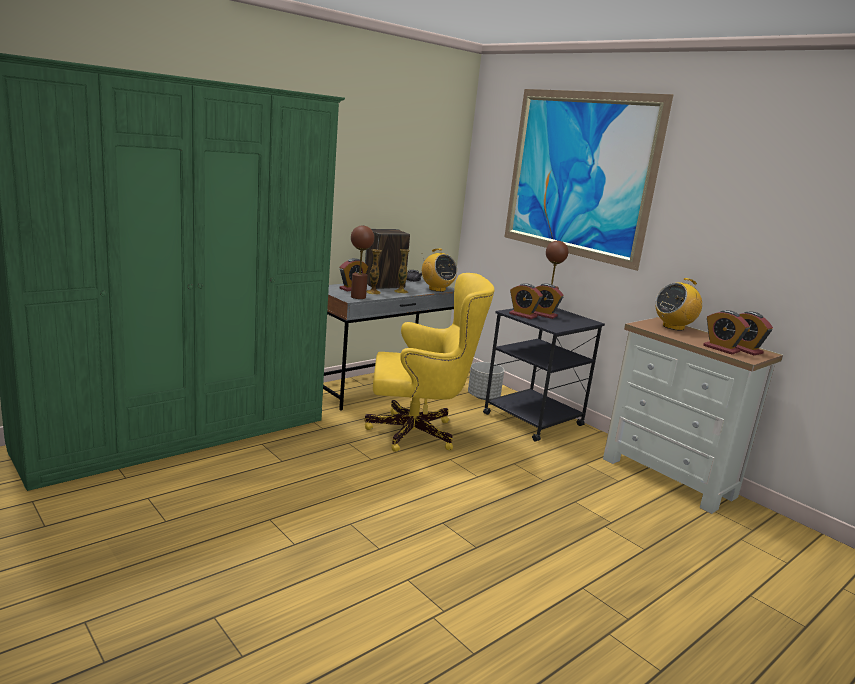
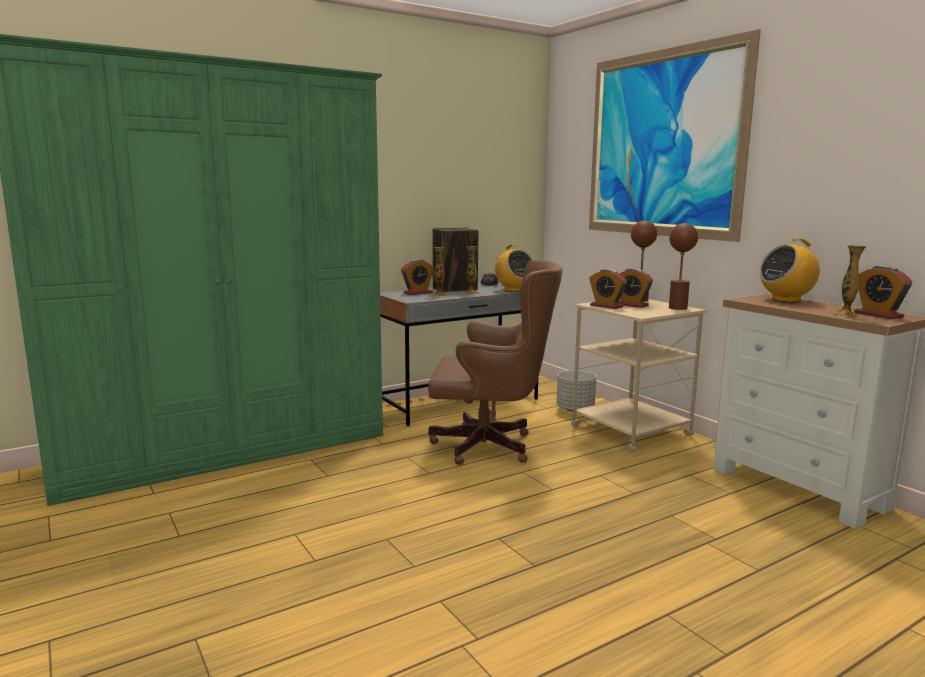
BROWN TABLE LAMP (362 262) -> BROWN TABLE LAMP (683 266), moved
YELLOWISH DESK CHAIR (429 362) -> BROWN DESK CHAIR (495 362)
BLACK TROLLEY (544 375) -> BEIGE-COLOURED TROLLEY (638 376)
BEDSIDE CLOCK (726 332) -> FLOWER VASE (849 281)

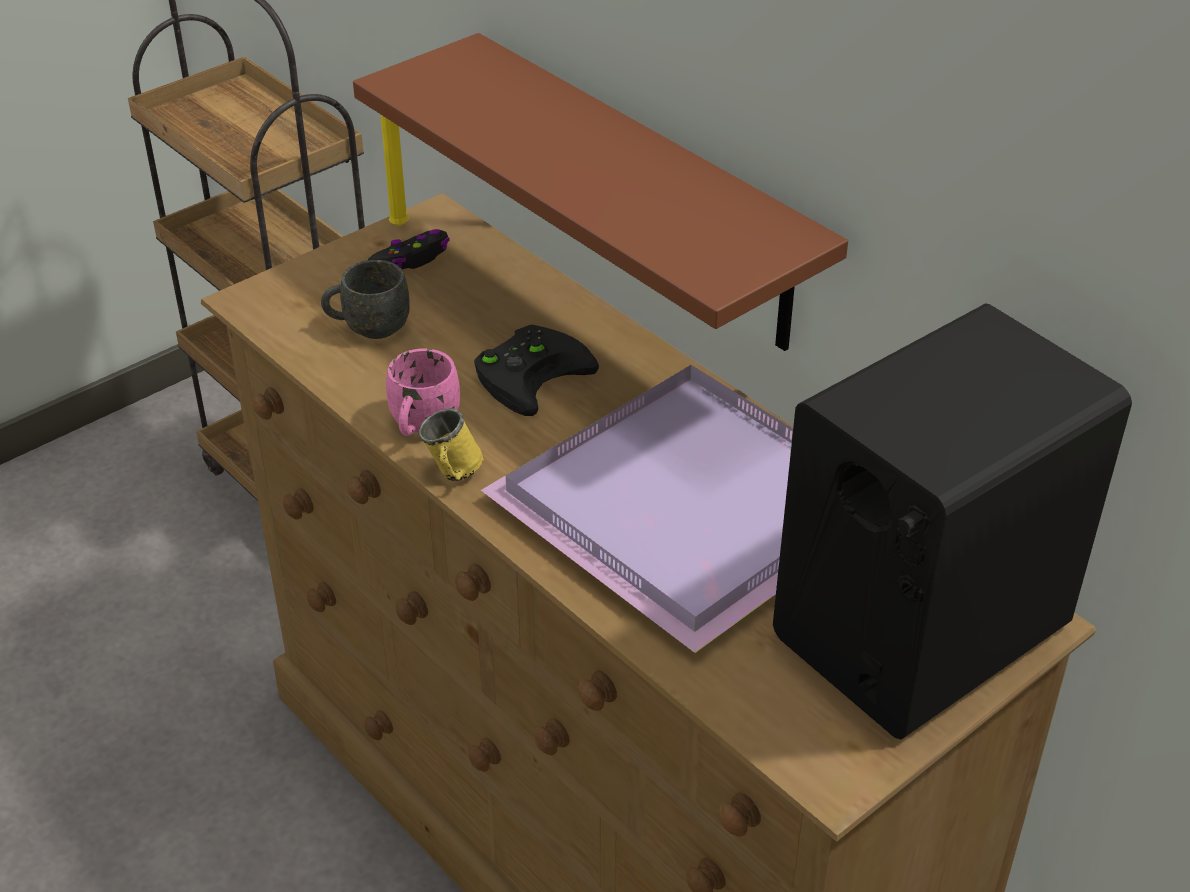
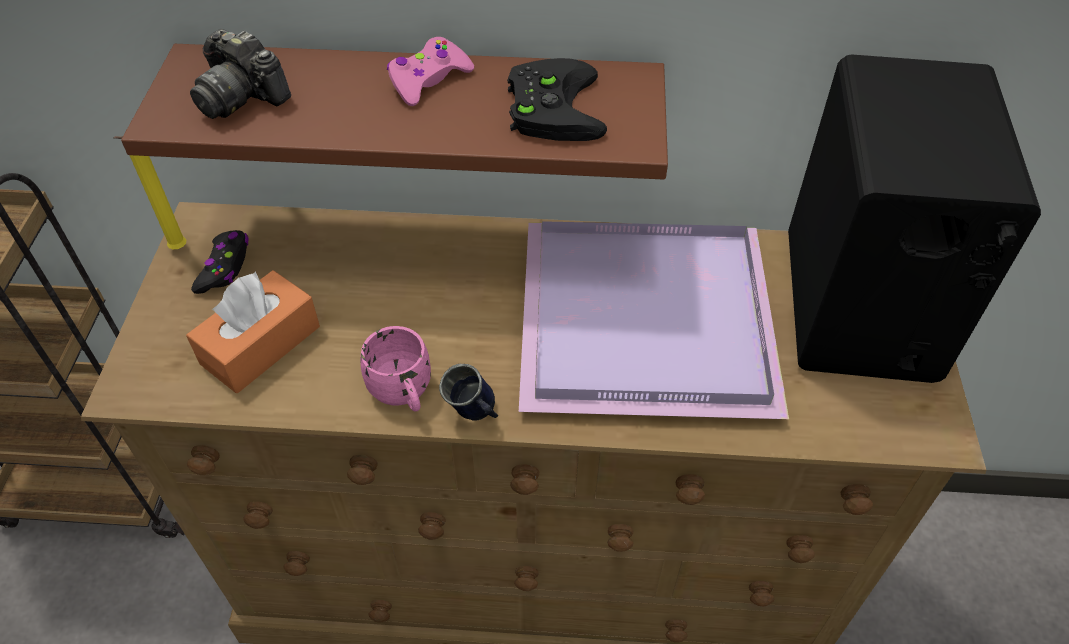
GREY MUG (365 299) -> ORANGE TISSUE BOX (253 331)
BLACK JOYPAD (536 370) -> BLACK JOYPAD (557 99), moved
YELLOWISH MUG (451 444) -> BLUE-COLOURED MUG (468 392)
none -> STILL CAMERA (240 74)
none -> PINKISH JOYPAD (430 71)

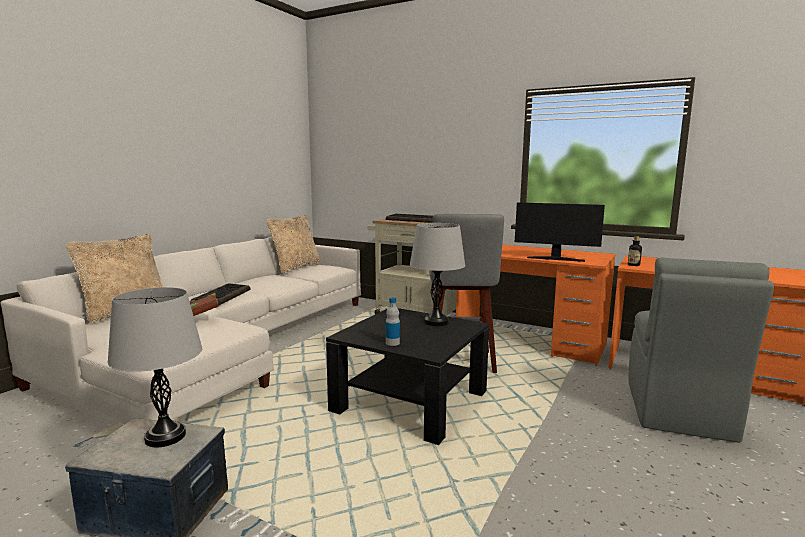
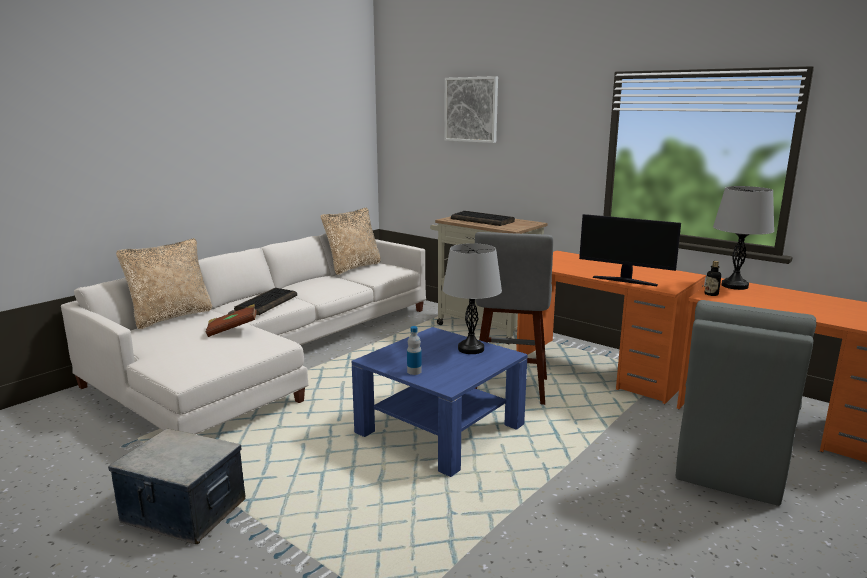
GREY TABLE LAMP (155 367) -> GREY TABLE LAMP (743 238), moved
BLACK COFFEE TABLE (407 376) -> BLUE-COLOURED COFFEE TABLE (440 402)
none -> WALL ART (471 109)

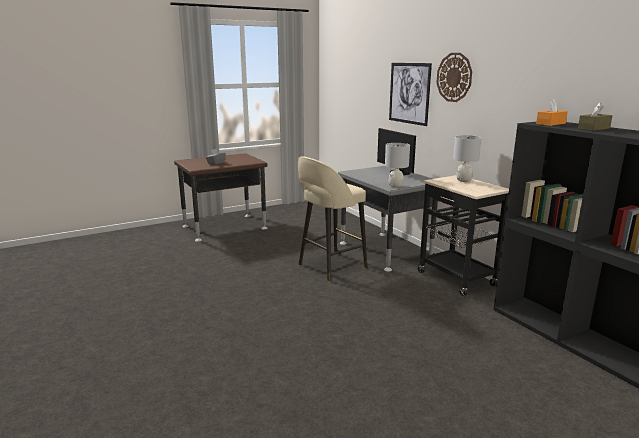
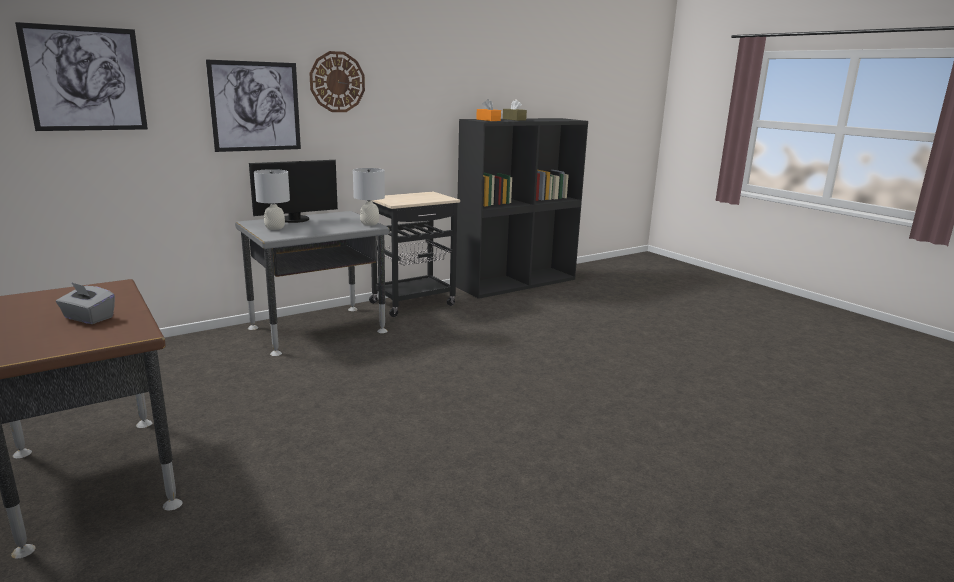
GREY TABLE LAMP (467 158) -> GREY TABLE LAMP (272 199), moved
BEIGE-COLOURED STOOL (333 219) -> none
none -> WALL ART (81 76)

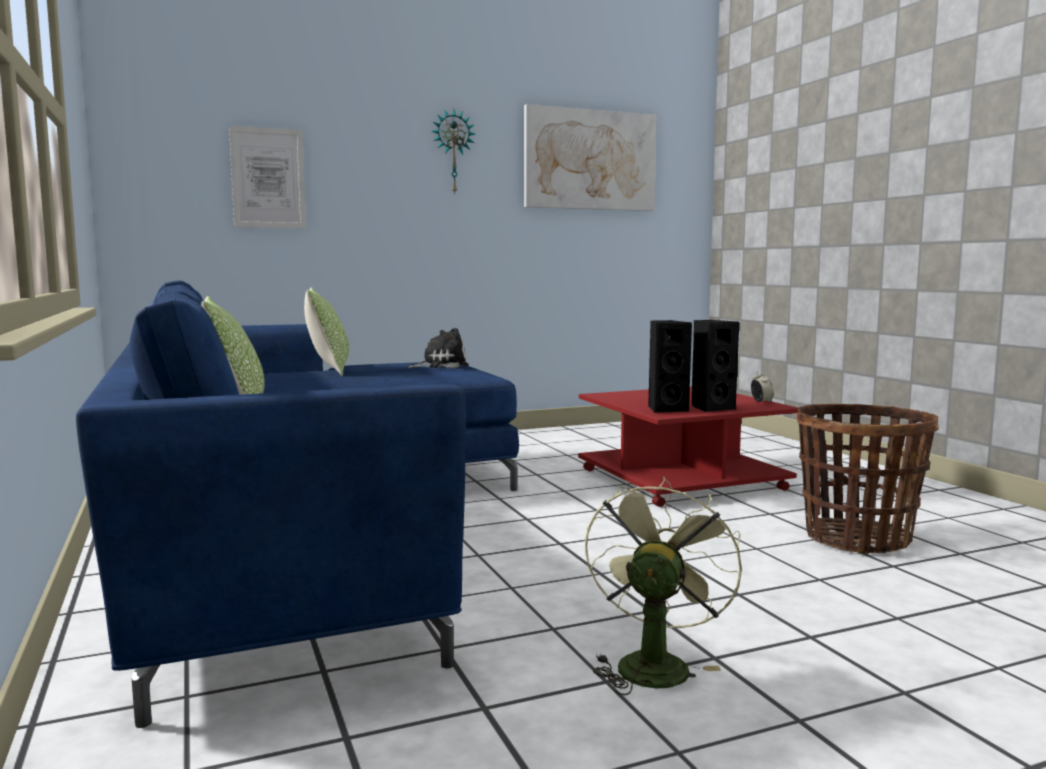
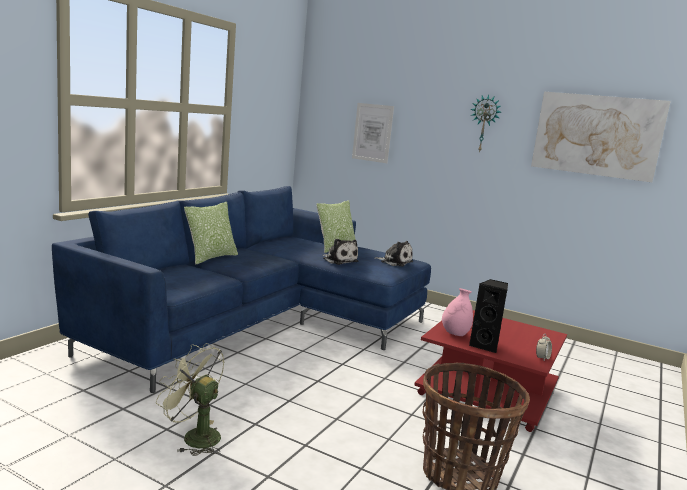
BLACK SPEAKER (670 366) -> PINKISH FLOWER VASE (457 312)
GREENISH FAN (663 586) -> GREENISH FAN (190 399), 135 degrees counterclockwise
none -> PLUSH TOY (340 252)

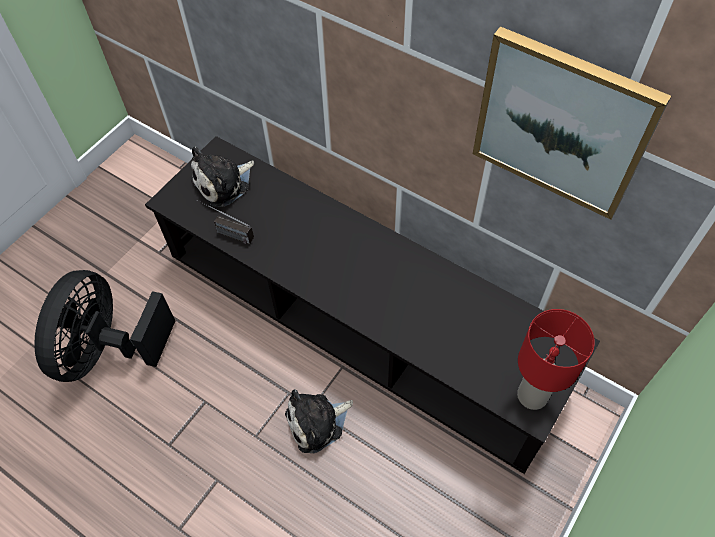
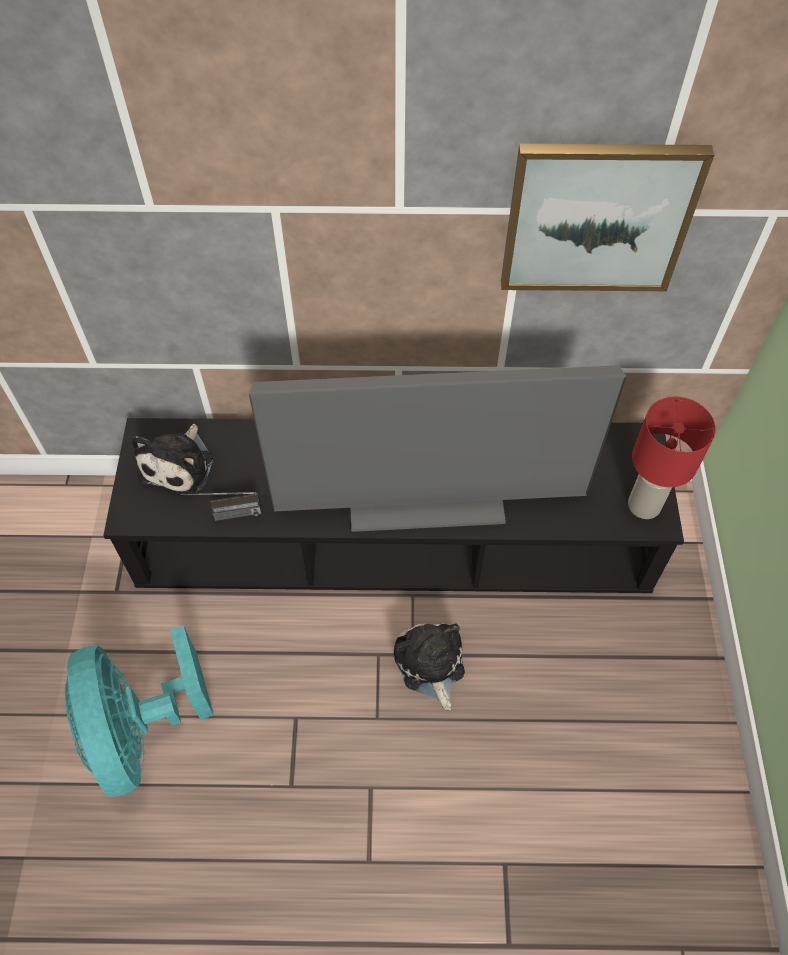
BLACK FAN (104 326) -> TURQUOISE-COLOURED FAN (139 711)
PLUSH TOY (319 421) -> PLUSH TOY (429 666), 135 degrees clockwise
none -> TV SET (438 448)

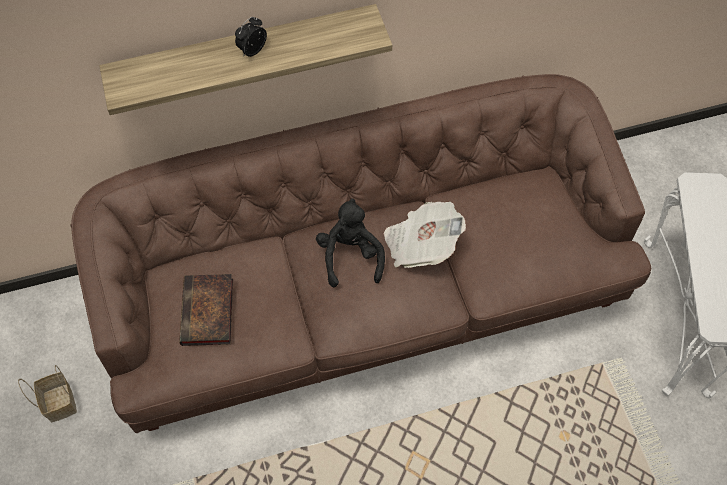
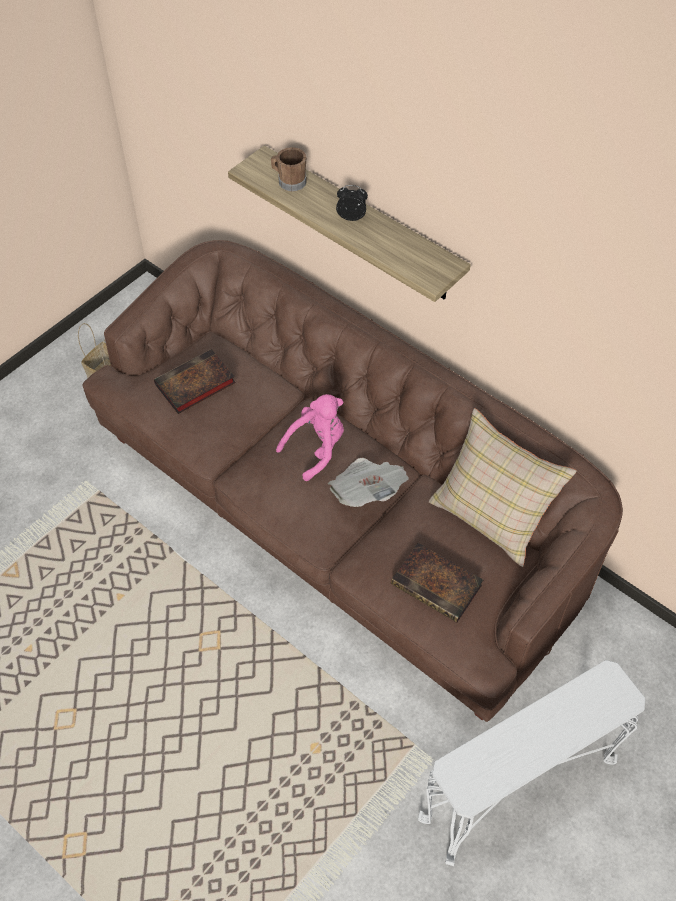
BLACK PLUSH TOY (350 242) -> PINKISH PLUSH TOY (310 437)
none -> BROWN MUG (289 169)
none -> BEIGE-COLOURED PILLOW (503 487)
none -> BOOK (437 582)

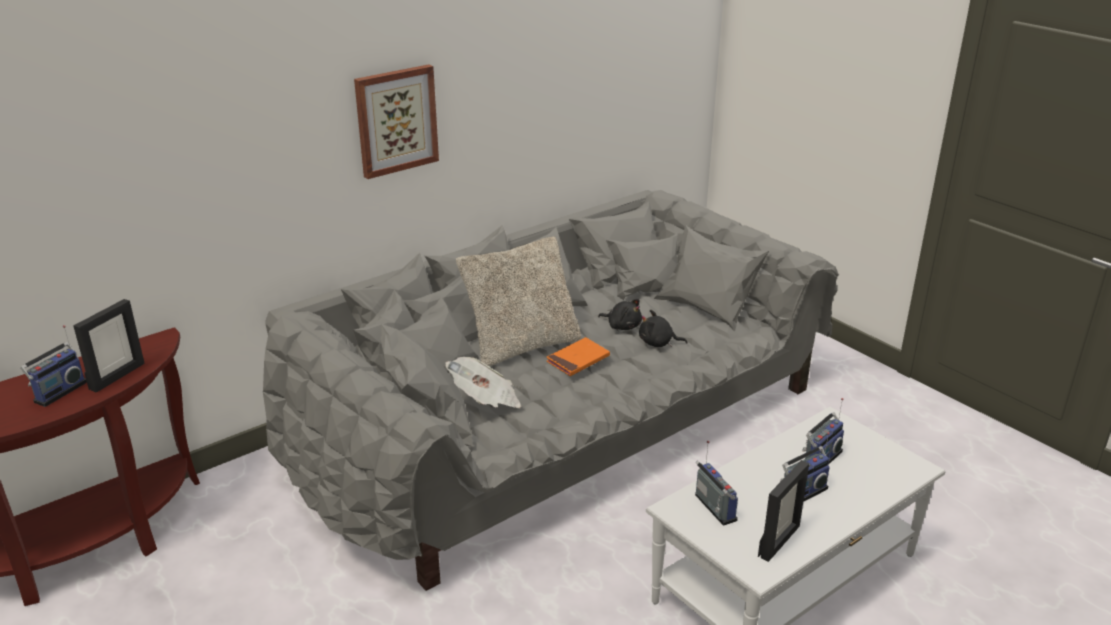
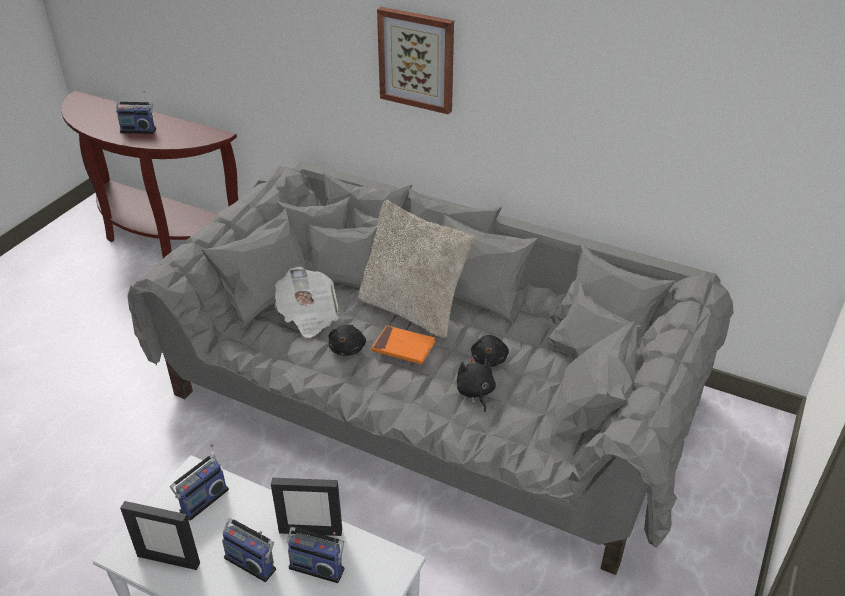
STANDING FRAME (109 346) -> STANDING FRAME (306 507), moved
none -> BLACK PLUSH TOY (347 340)

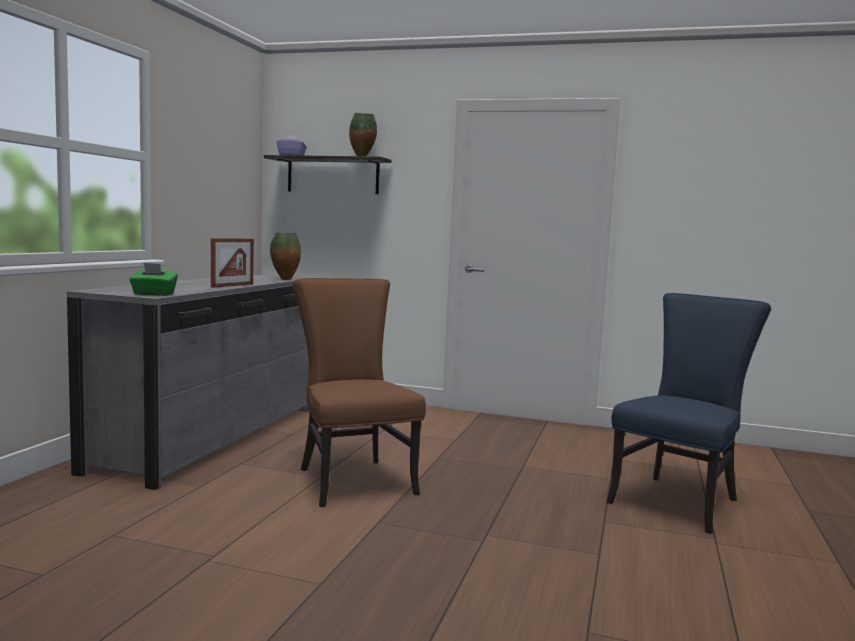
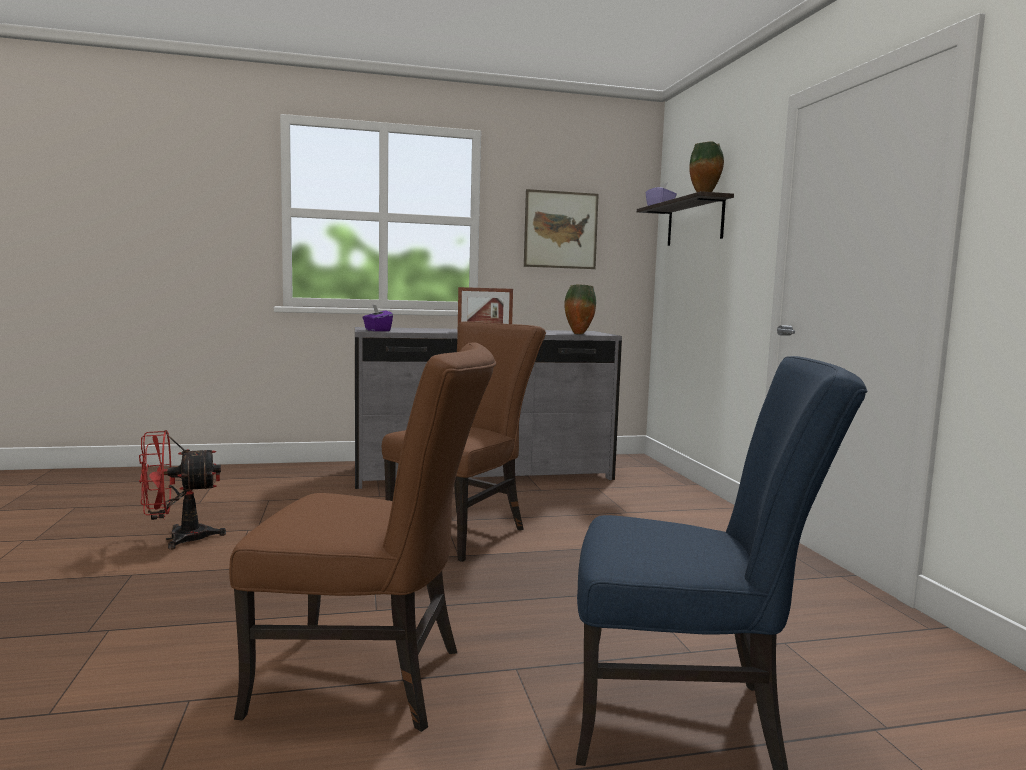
GREENISH TISSUE BOX (153 279) -> PURPLE TISSUE BOX (378 317)
none -> WALL ART (561 229)
none -> BROWN UPRIGHT CHAIR (362 537)
none -> REDDISH FAN (182 490)

